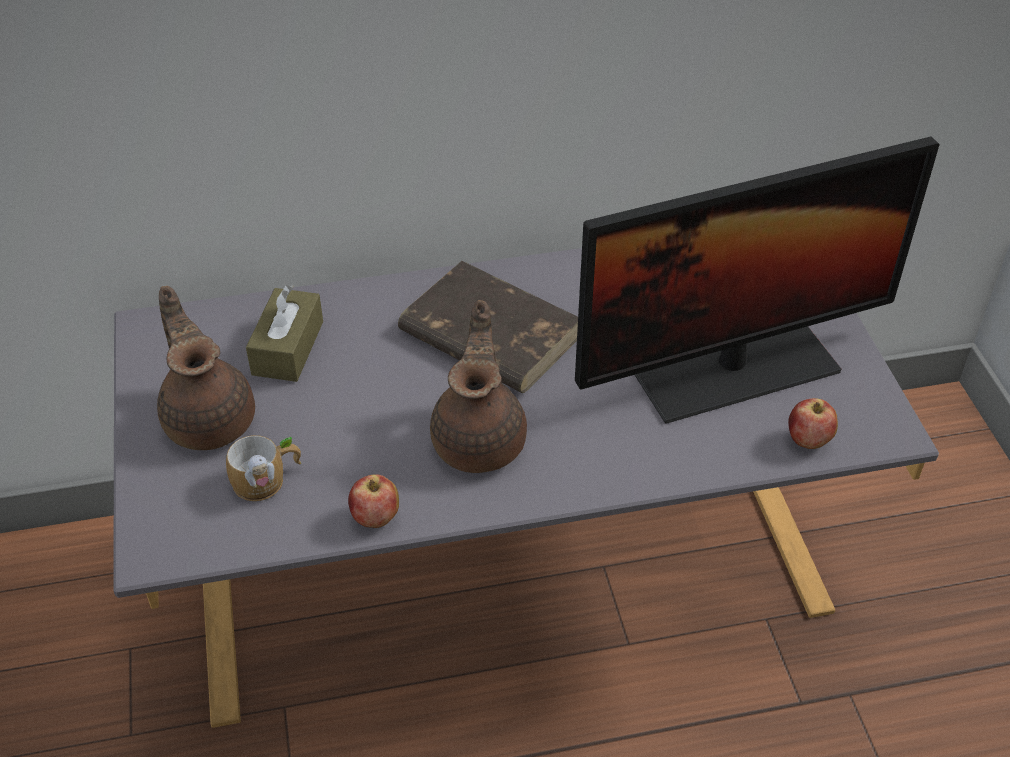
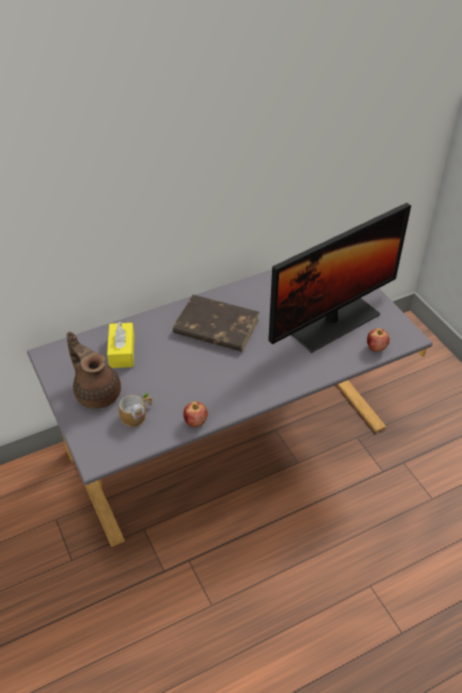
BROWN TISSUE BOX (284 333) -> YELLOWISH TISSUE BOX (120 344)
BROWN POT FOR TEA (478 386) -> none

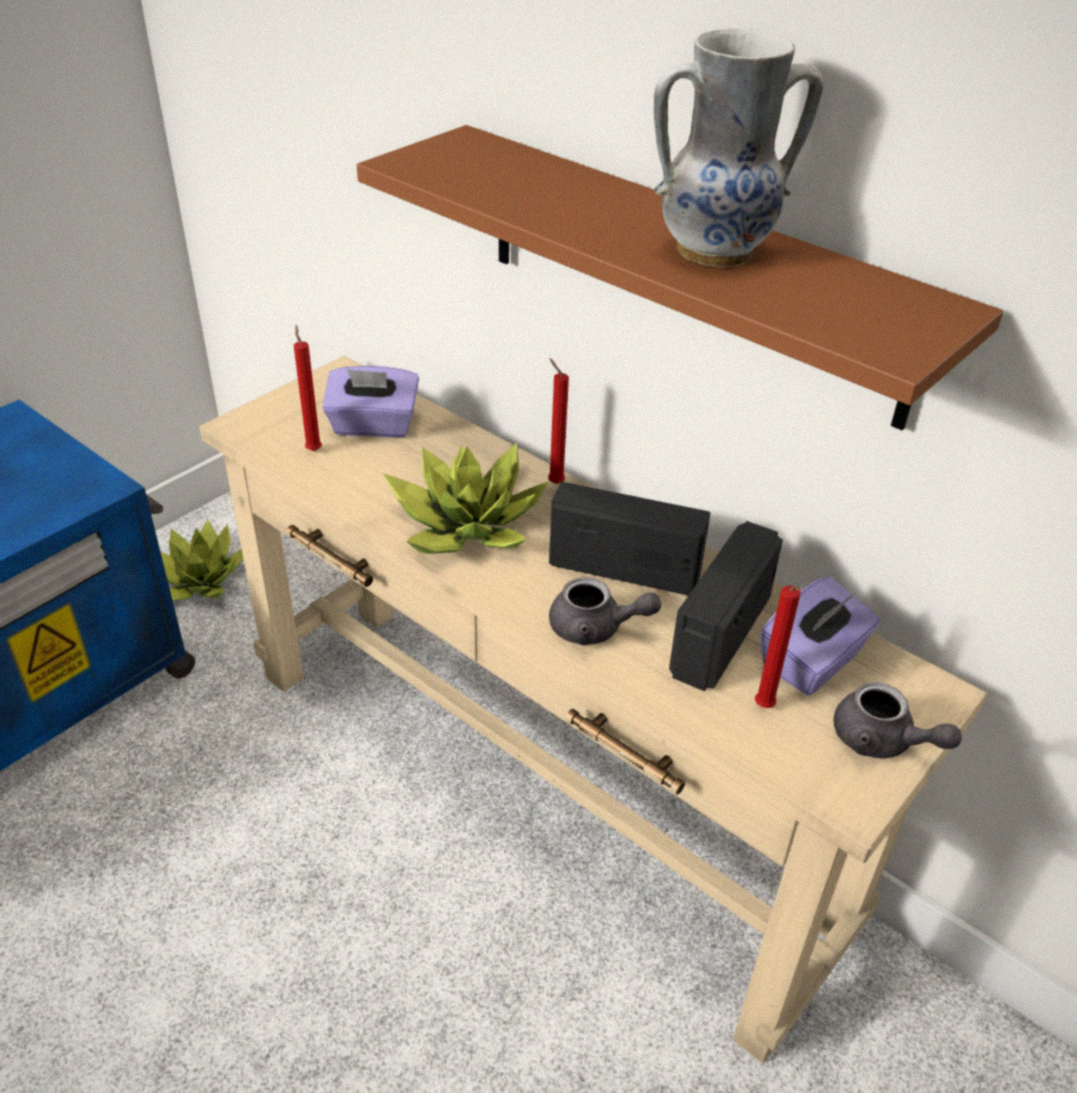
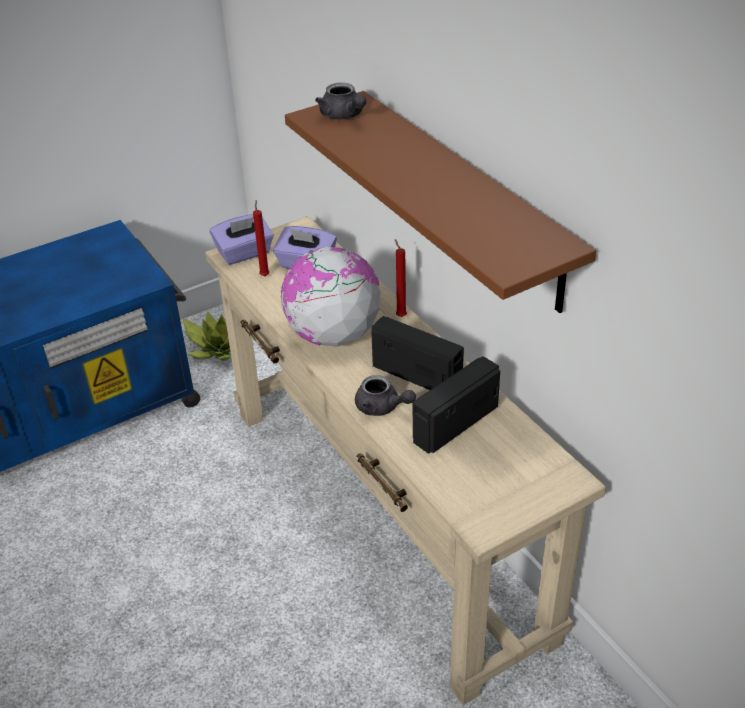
FLOWER VASE (738 148) -> none
PLANT IN A POT (466 498) -> DESK GLOBE (330 297)
PURPLE TISSUE BOX (820 636) -> PURPLE TISSUE BOX (242 239), moved
REDDISH WAX LIGHT (778 647) -> none
GREY POT FOR TEA (897 720) -> GREY POT FOR TEA (340 101), moved

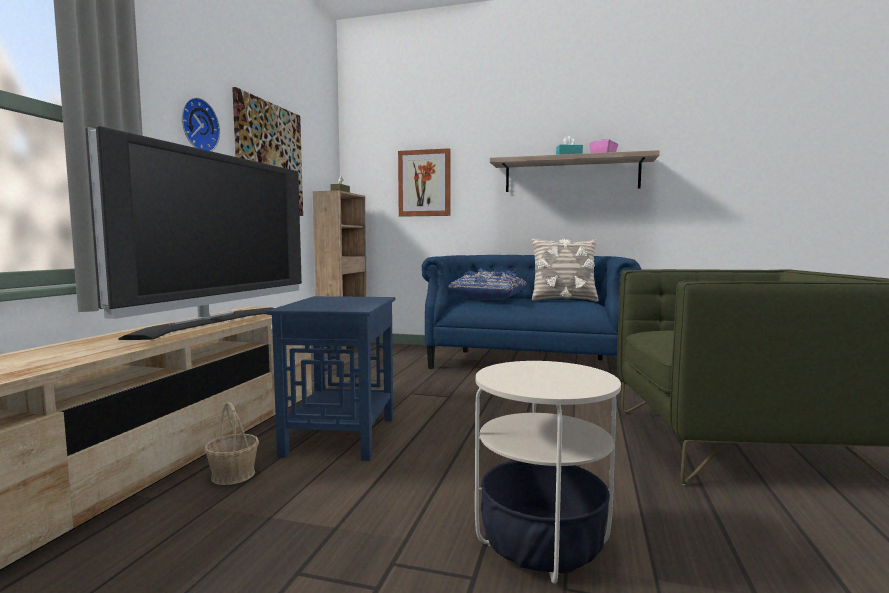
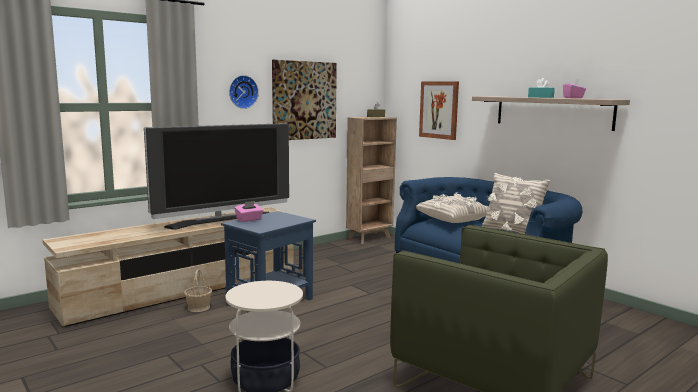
BLUE-COLOURED PILLOW (487 284) -> BEIGE-COLOURED PILLOW (452 208)
none -> PINKISH TISSUE BOX (248 211)

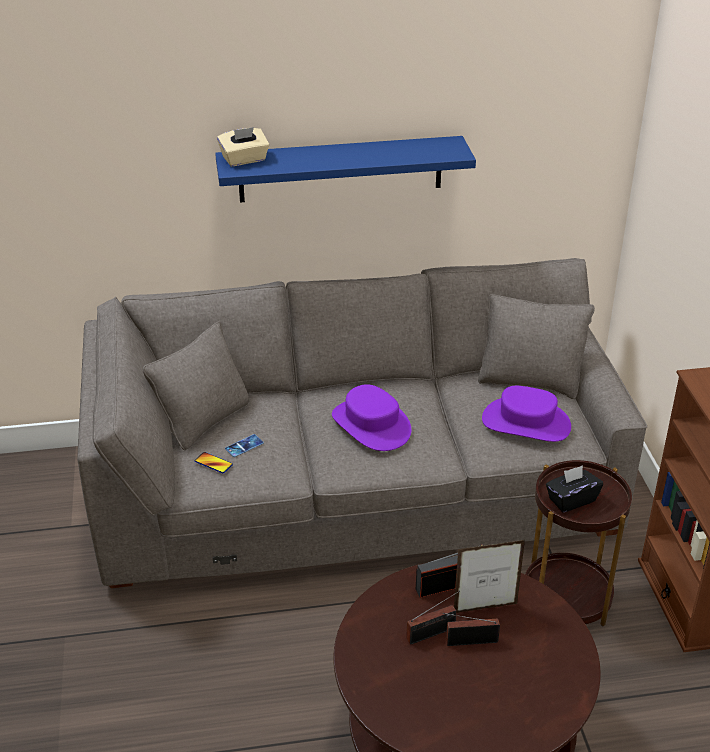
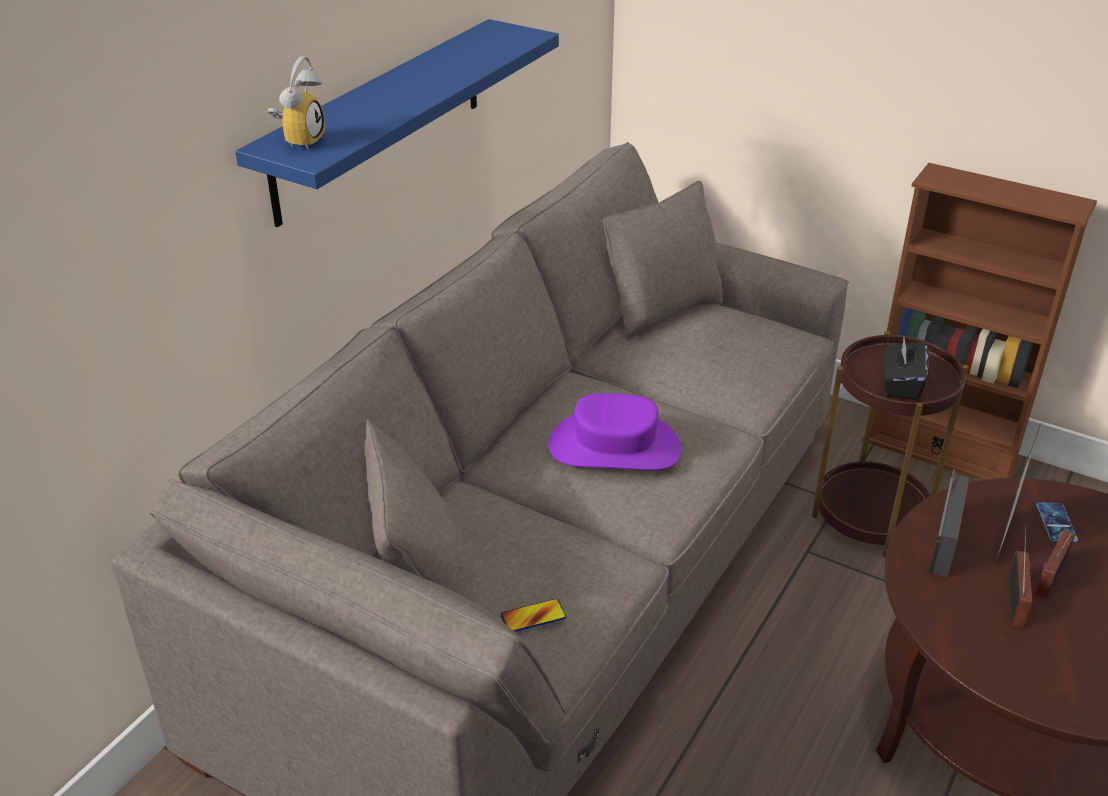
BEIGE-COLOURED TISSUE BOX (243 147) -> BEDSIDE CLOCK (296 103)
PURPLE CLOTHING HAT (526 414) -> none
PHONE (244 445) -> PHONE (1057 522), moved

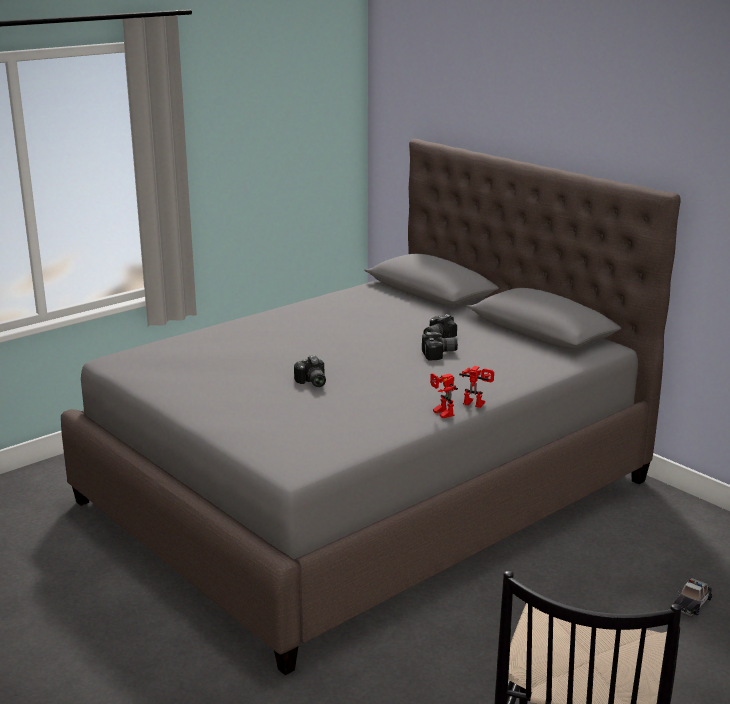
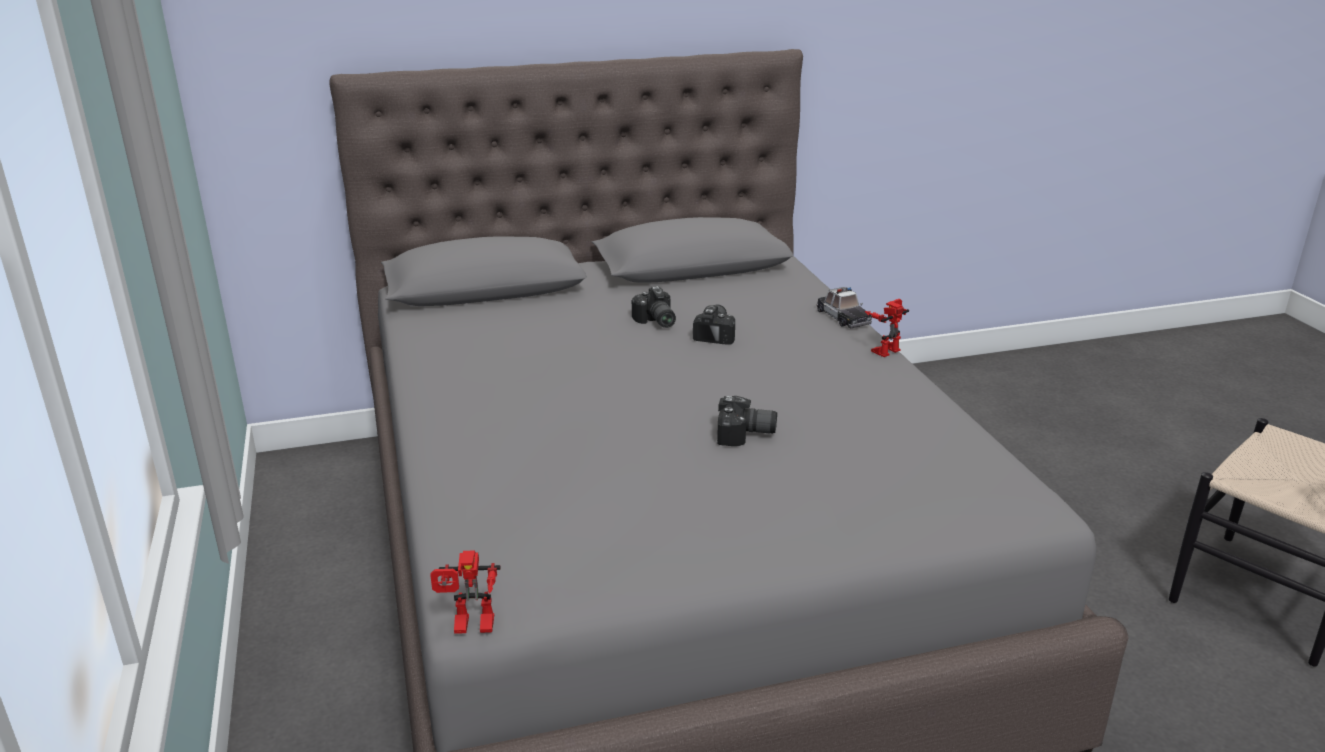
MODEL ROBOT (444 395) -> MODEL ROBOT (465 592), moved
MINIATURE CAR (692 597) -> MINIATURE CAR (844 307), moved

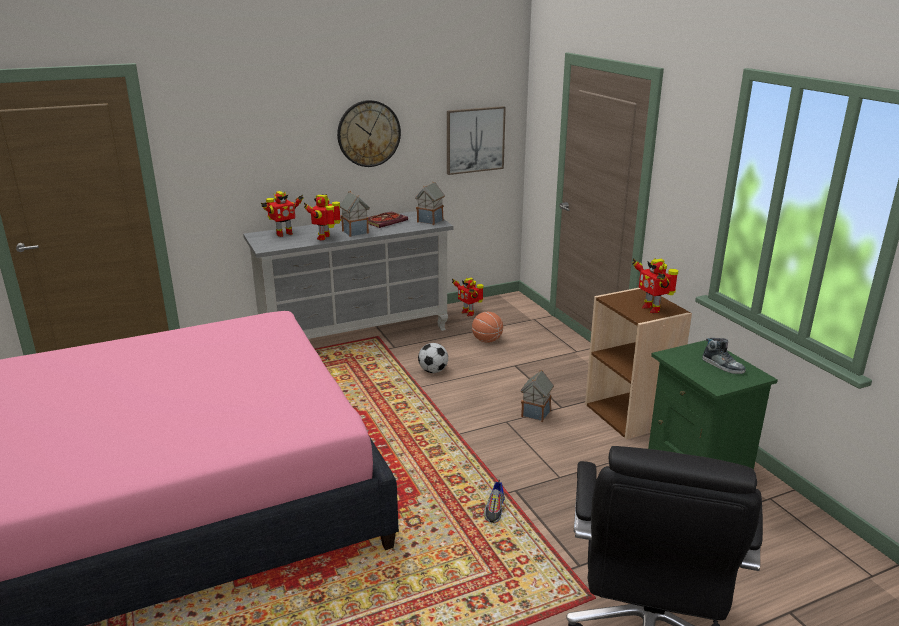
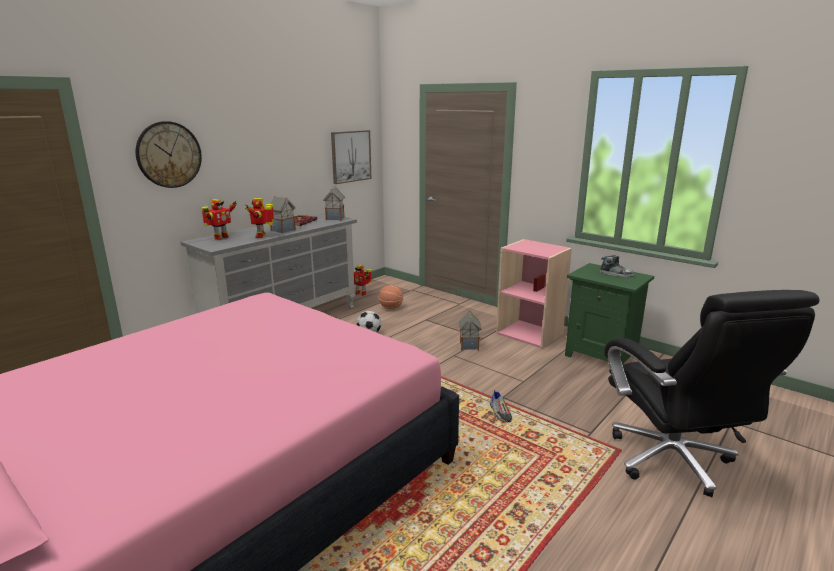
HANGING CLOCK (369 133) -> HANGING CLOCK (168 154), moved
MODEL ROBOT (655 285) -> none
BROWN SHELVING UNIT (638 364) -> PINKISH SHELVING UNIT (534 294)

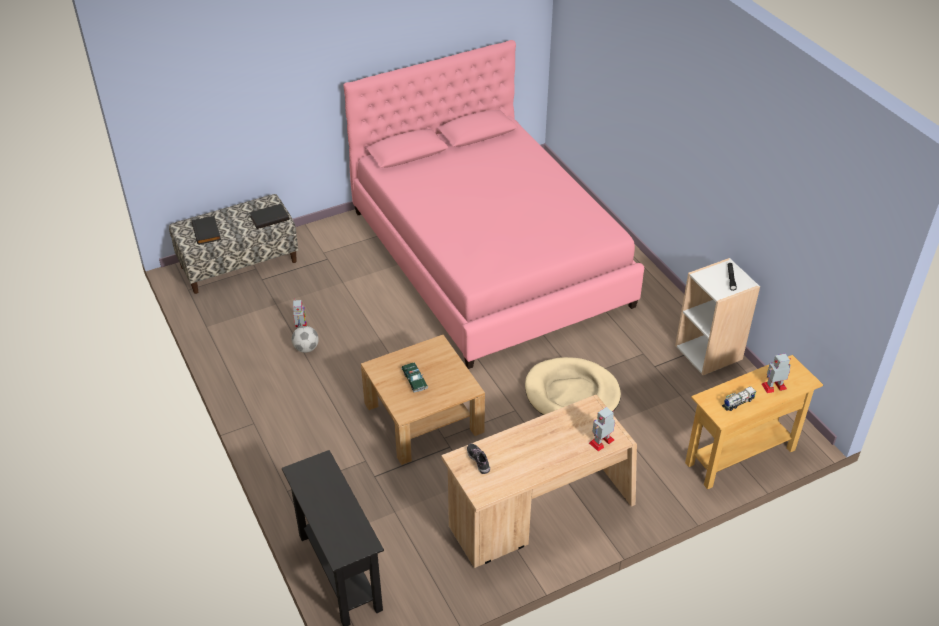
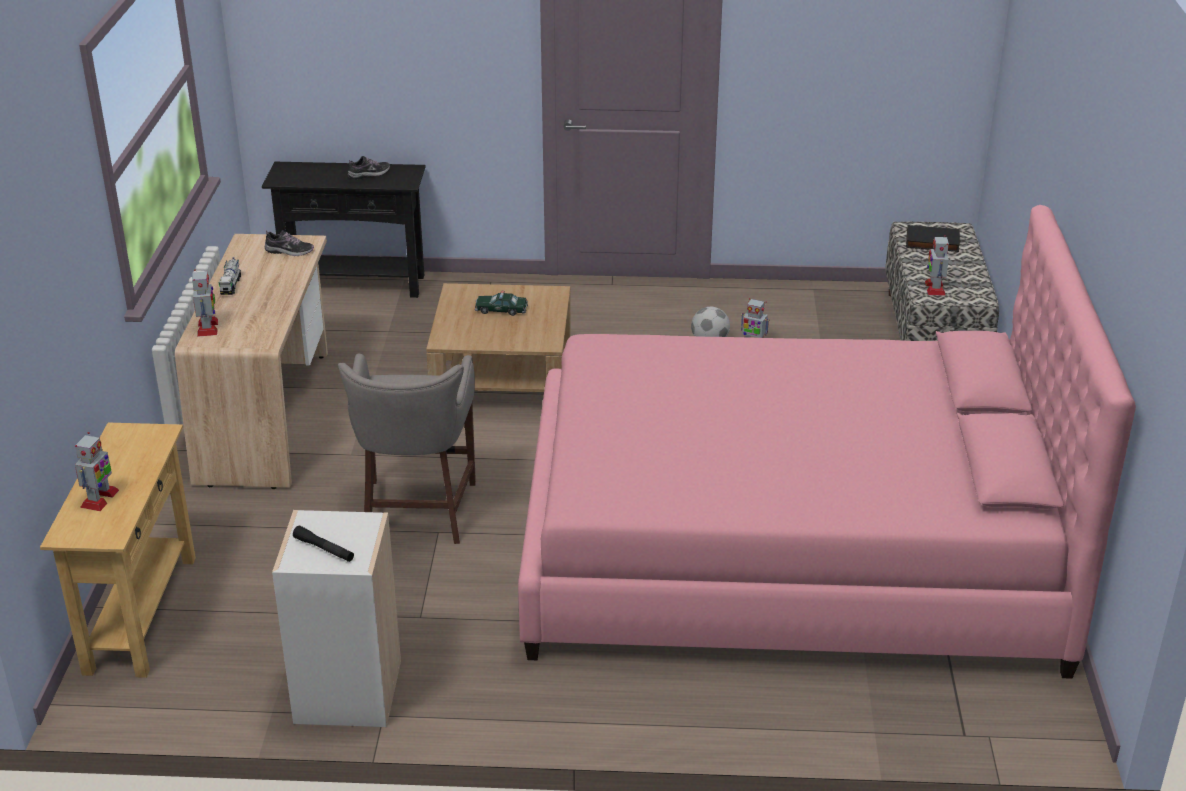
BLACK BOOK (269 216) -> MODEL ROBOT (937 265)
BEIGE-COLOURED DOG CUSHION (573 386) -> GREY STOOL (407 449)
MODEL TRUCK (739 398) -> MODEL TRUCK (230 276), moved
none -> ITEM OF FOOTWEAR (369 167)

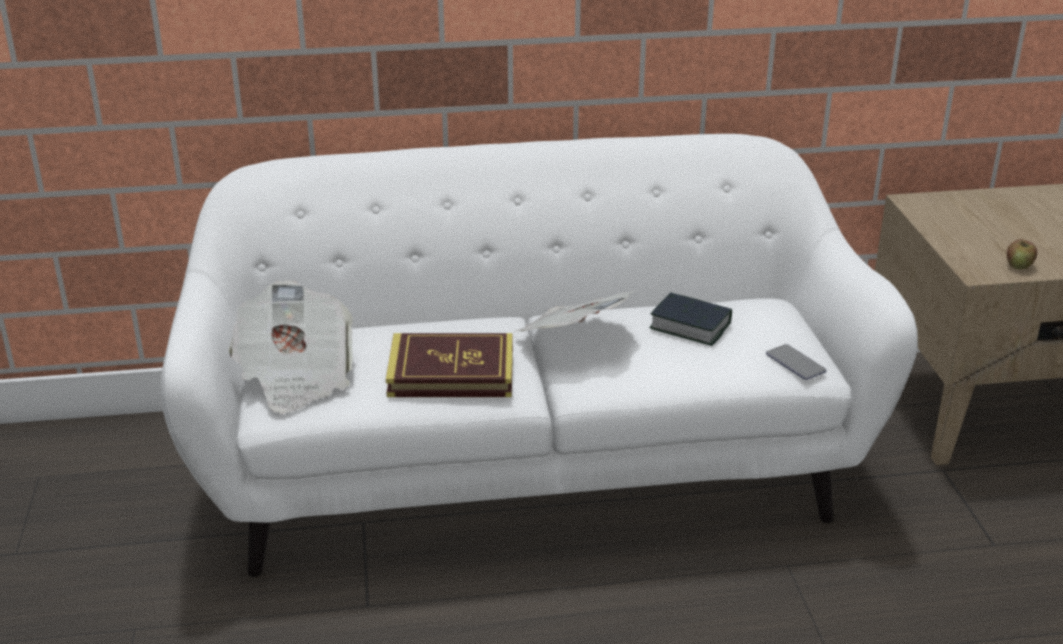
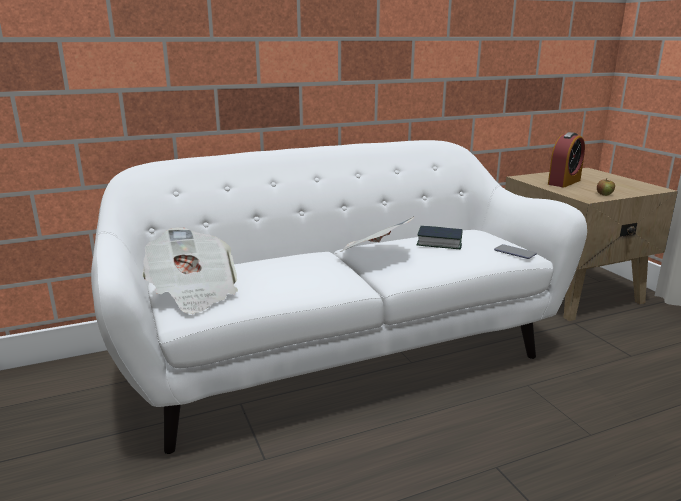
BOOK (449 365) -> none
none -> BEDSIDE CLOCK (566 159)

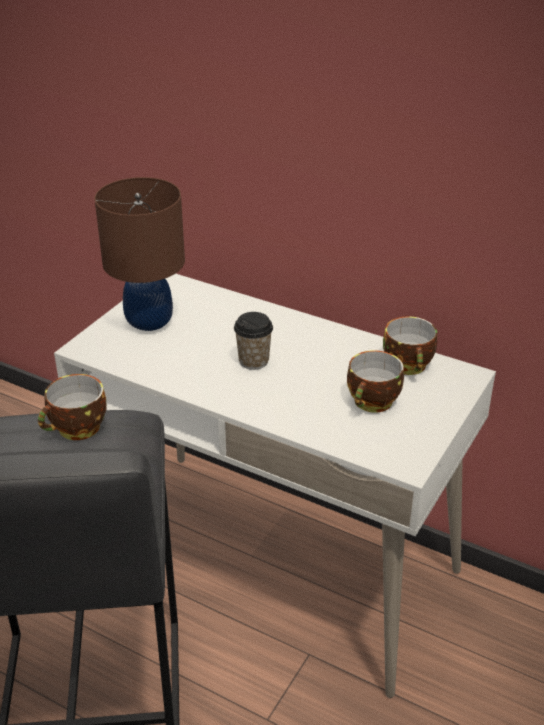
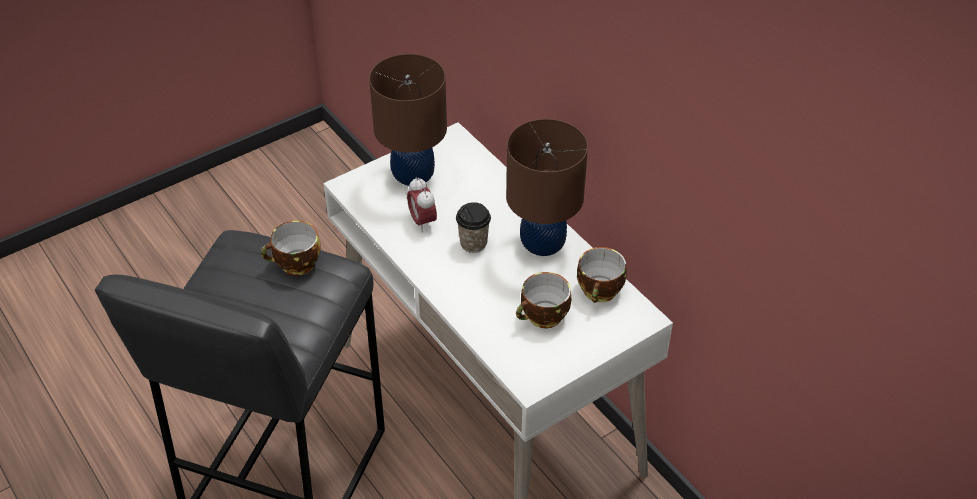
none -> BROWN TABLE LAMP (547 187)
none -> BEDSIDE CLOCK (422 204)

